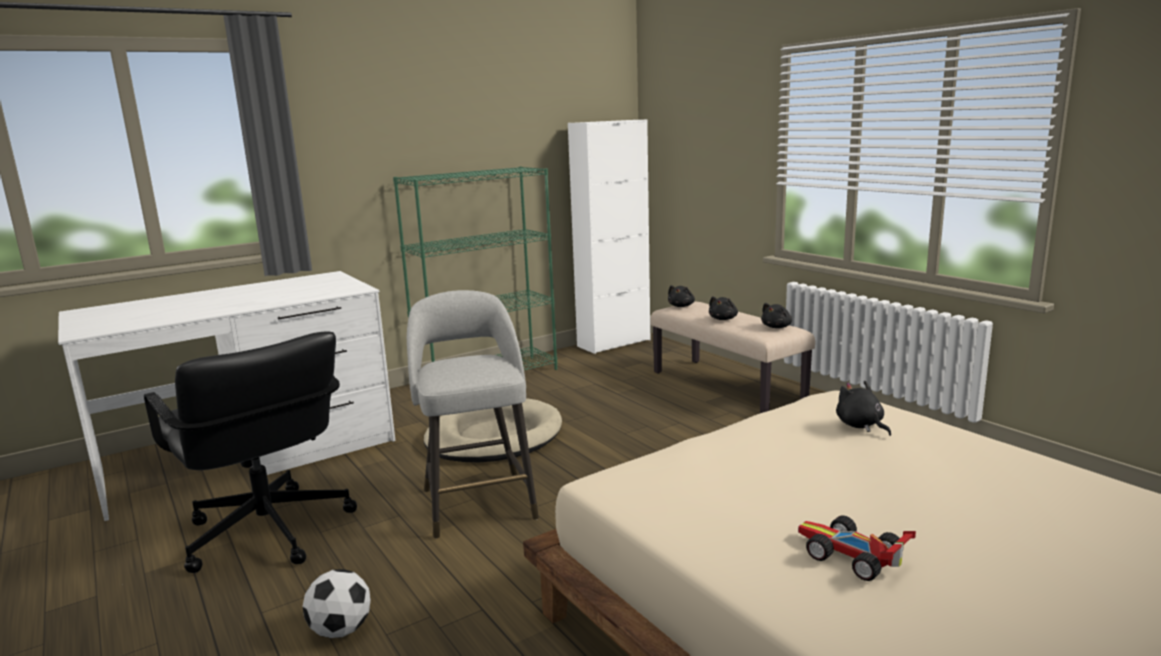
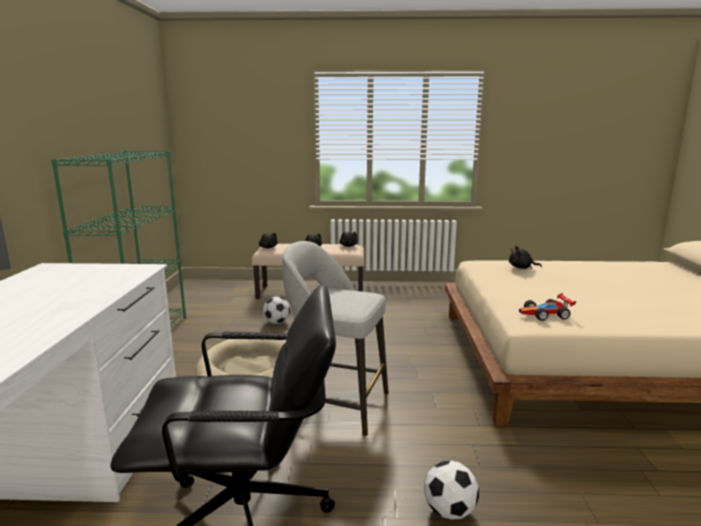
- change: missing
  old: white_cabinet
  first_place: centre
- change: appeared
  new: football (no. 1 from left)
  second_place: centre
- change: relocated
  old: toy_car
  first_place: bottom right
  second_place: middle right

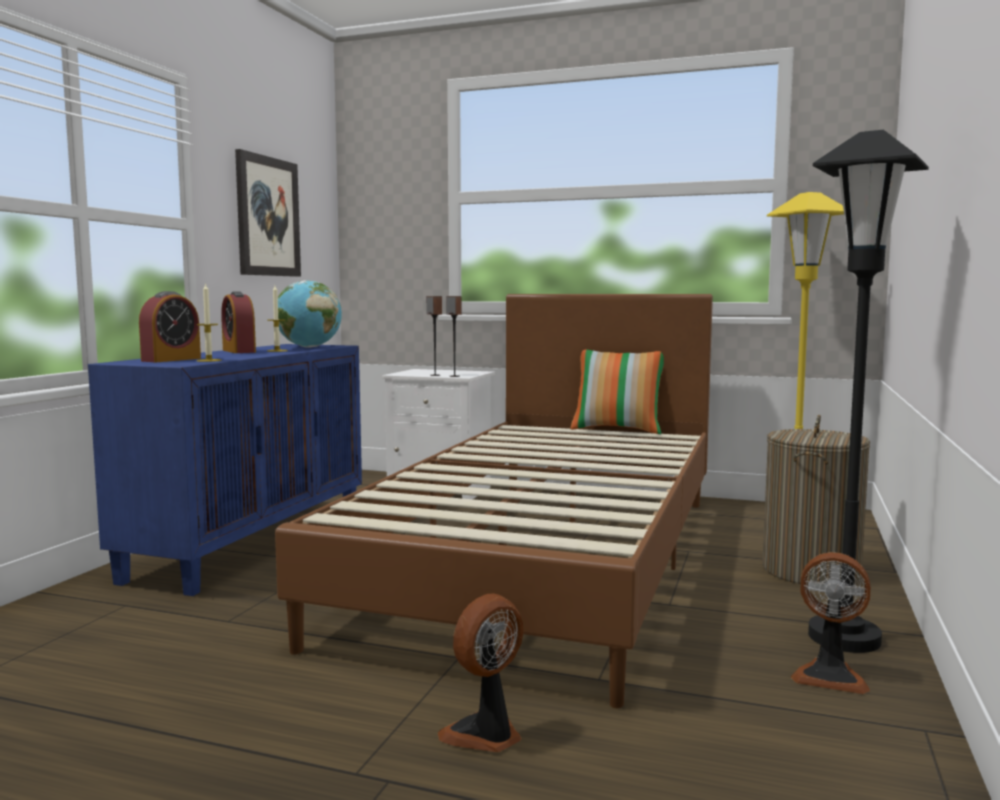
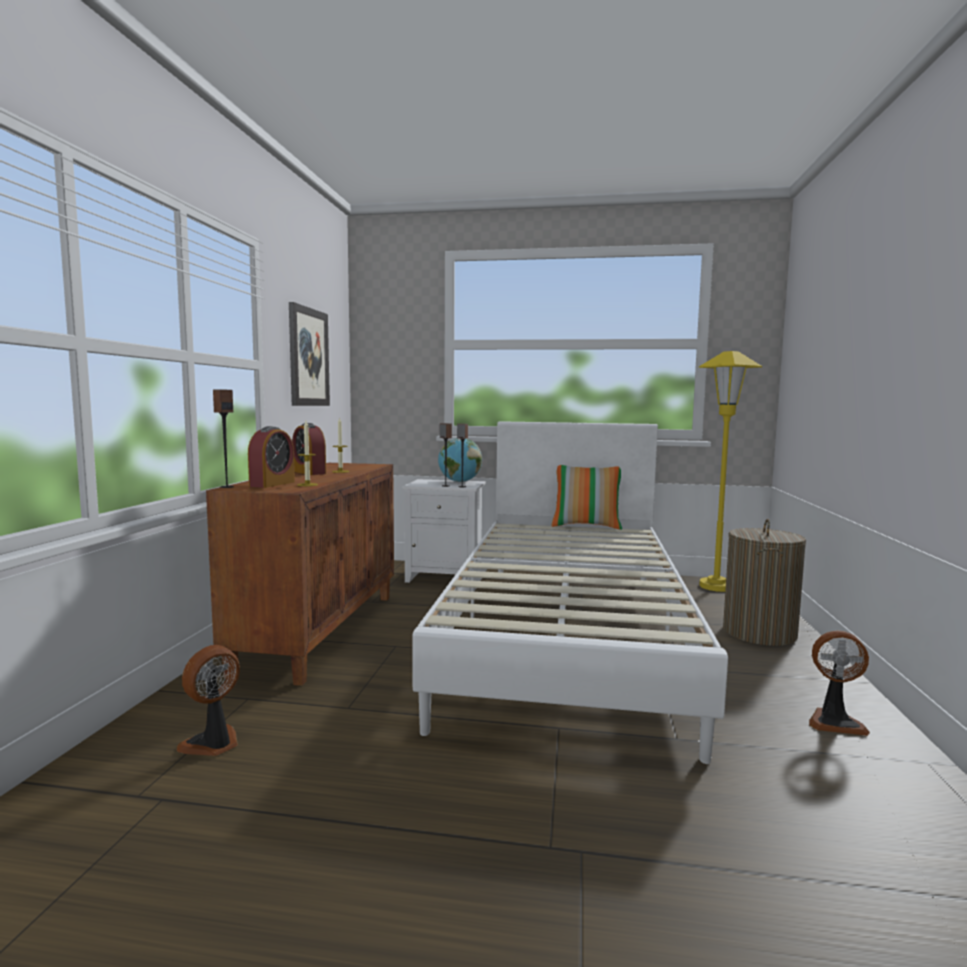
- change: missing
  old: black_floor_lamp
  first_place: middle right
- change: appeared
  new: speaker (no. 1 from left)
  second_place: middle left
- change: relocated
  old: globe
  first_place: middle left
  second_place: centre
- change: relocated
  old: fan (no. 1 from left)
  first_place: bottom centre
  second_place: bottom left
- change: colour
  old: blue_cabinet
  new: brown_cabinet
  first_place: middle left
  second_place: middle left
- change: colour
  old: brown_bed
  new: white_bed
  first_place: centre
  second_place: centre

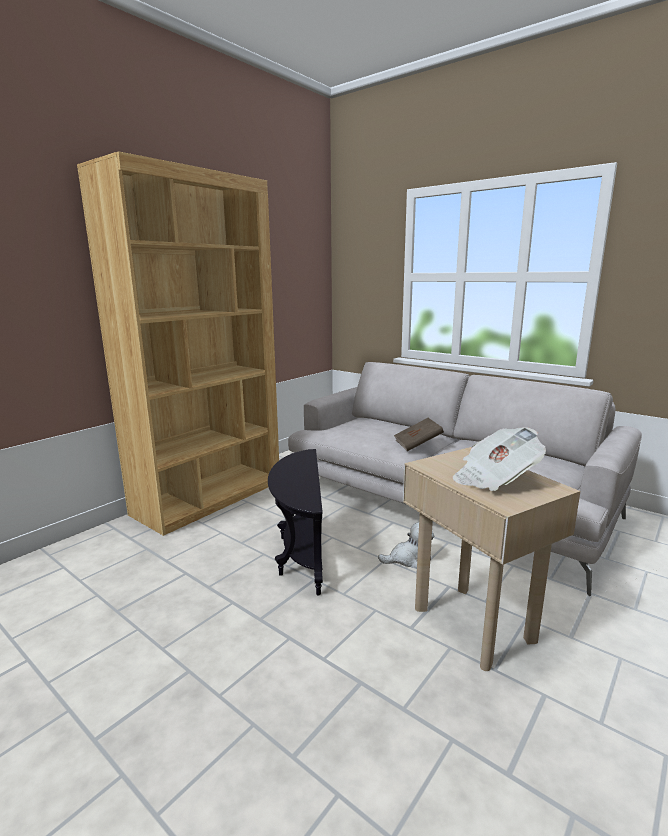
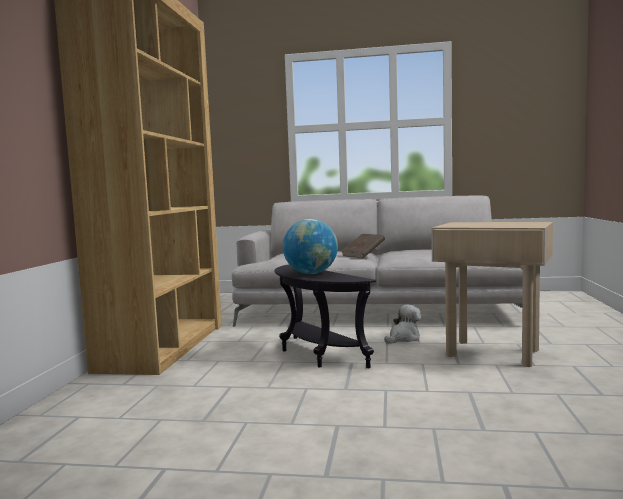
- change: missing
  old: newspaper
  first_place: middle right
- change: appeared
  new: globe
  second_place: centre

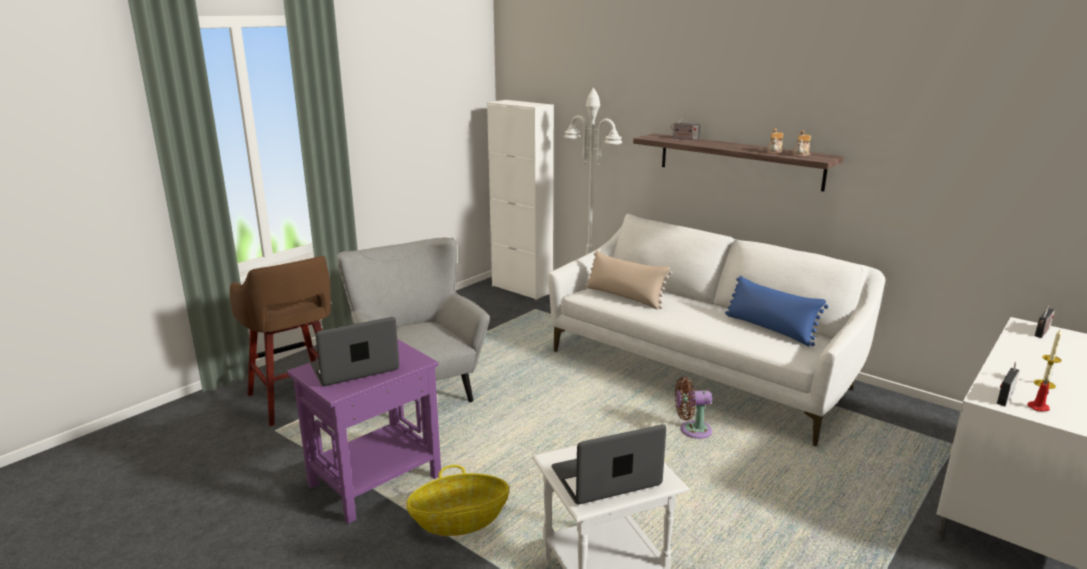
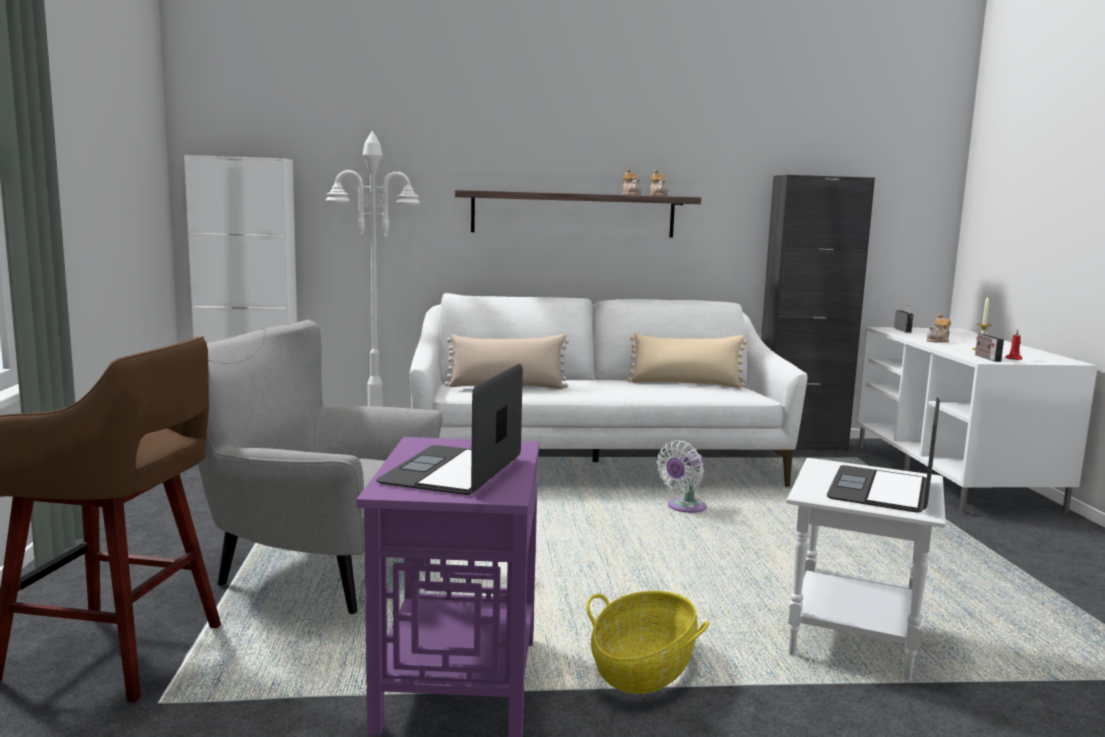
- change: missing
  old: radio (no. 1 from left)
  first_place: top centre
- change: appeared
  new: black_cabinet
  second_place: middle right
- change: appeared
  new: teapot (no. 3 from left)
  second_place: middle right
- change: colour
  old: brown_fan
  new: white_fan
  first_place: bottom centre
  second_place: centre
- change: colour
  old: blue_pillow
  new: beige_pillow (no. 2 from left)
  first_place: middle right
  second_place: centre

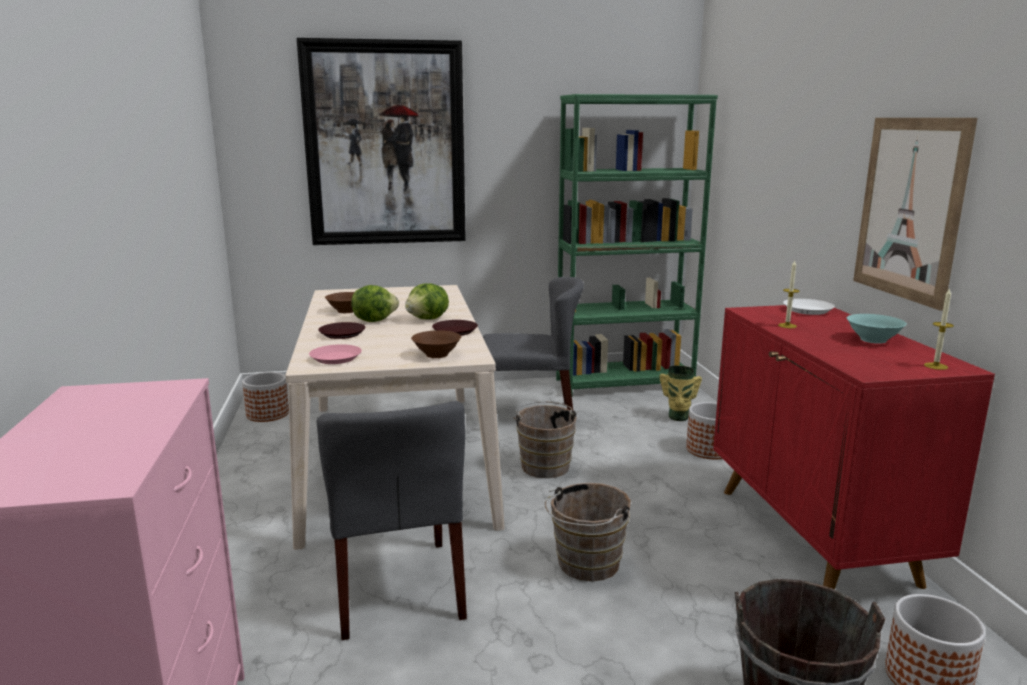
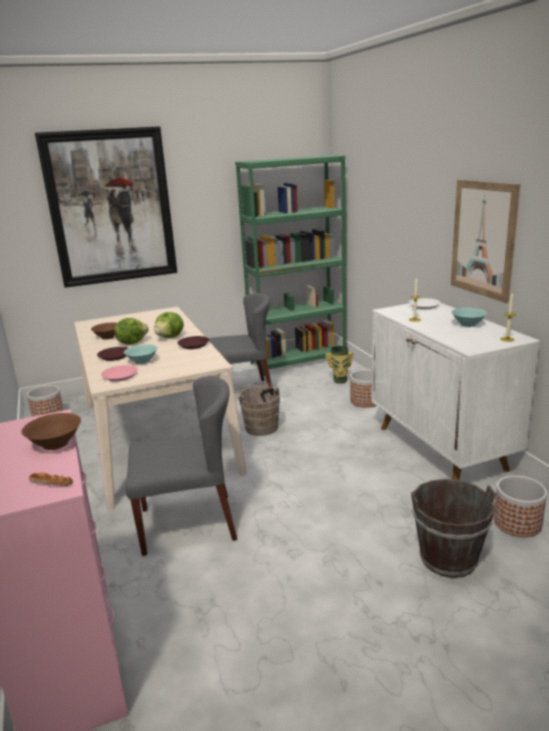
- change: missing
  old: brown_bucket (no. 2 from left)
  first_place: bottom centre
- change: appeared
  new: bread
  second_place: middle left
- change: appeared
  new: turquoise_bowl (no. 1 from left)
  second_place: middle left
- change: relocated
  old: brown_bowl (no. 2 from left in the first image)
  new: brown_bowl (no. 1 from left)
  first_place: centre
  second_place: middle left
- change: colour
  old: red_cabinet
  new: white_cabinet
  first_place: middle right
  second_place: middle right
- change: spun
  old: grey_chair (no. 1 from left)
  first_place: bottom centre
  second_place: middle left
  degrees: -75

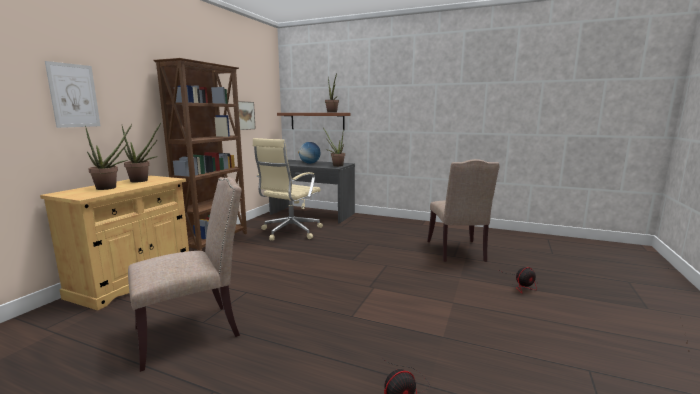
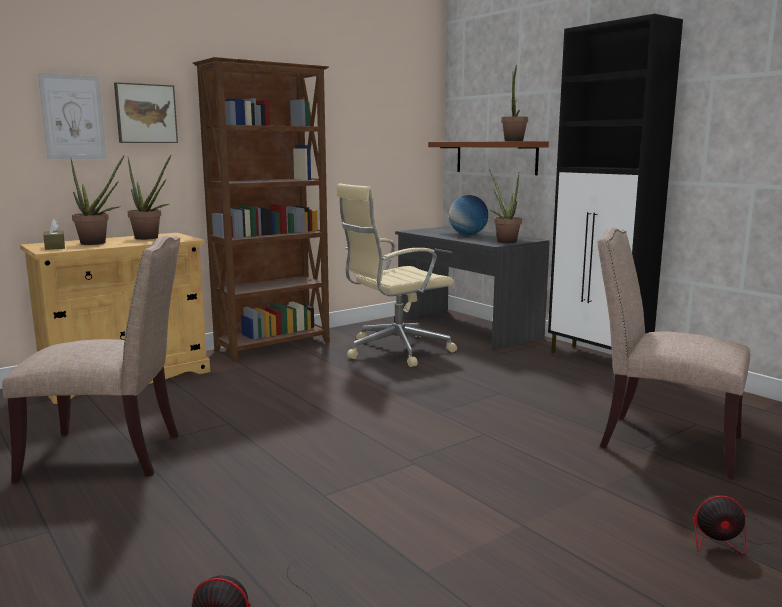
- change: appeared
  new: brown_tissue_box
  second_place: middle left
- change: appeared
  new: black_cabinet
  second_place: top right
- change: relocated
  old: picture (no. 2 from left)
  first_place: top centre
  second_place: top left
- change: spun
  old: beige_chair (no. 2 from left)
  first_place: centre
  second_place: middle right
  degrees: 90

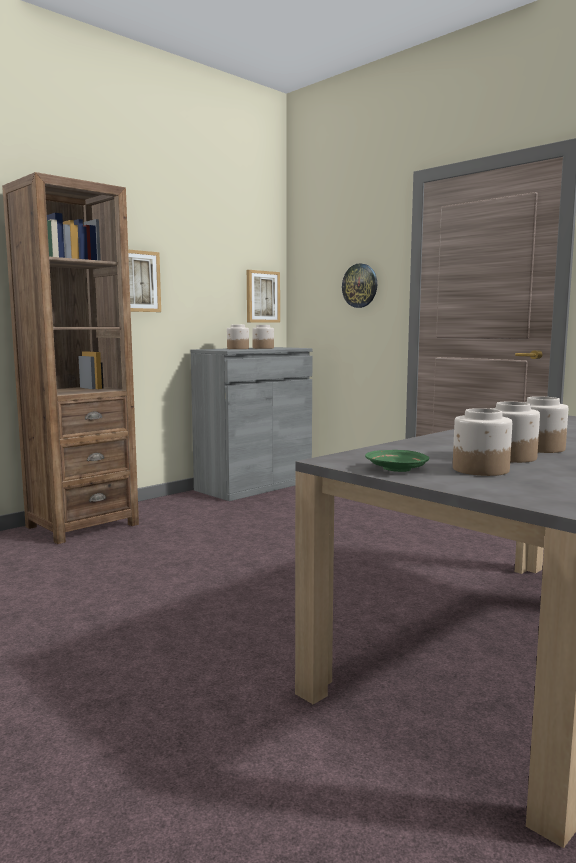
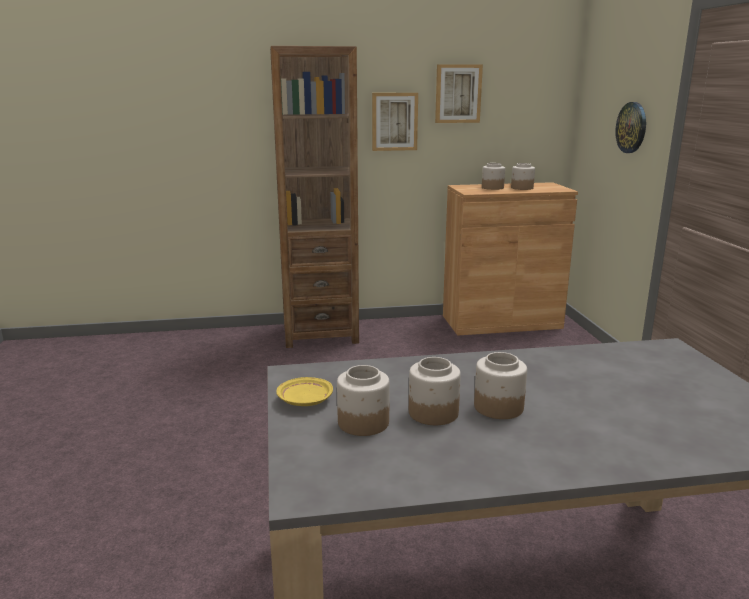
- change: relocated
  old: picture (no. 2 from left)
  first_place: centre
  second_place: top centre
- change: colour
  old: grey_cabinet
  new: brown_cabinet
  first_place: centre
  second_place: middle right
- change: colour
  old: green_plate
  new: yellow_plate
  first_place: middle right
  second_place: centre

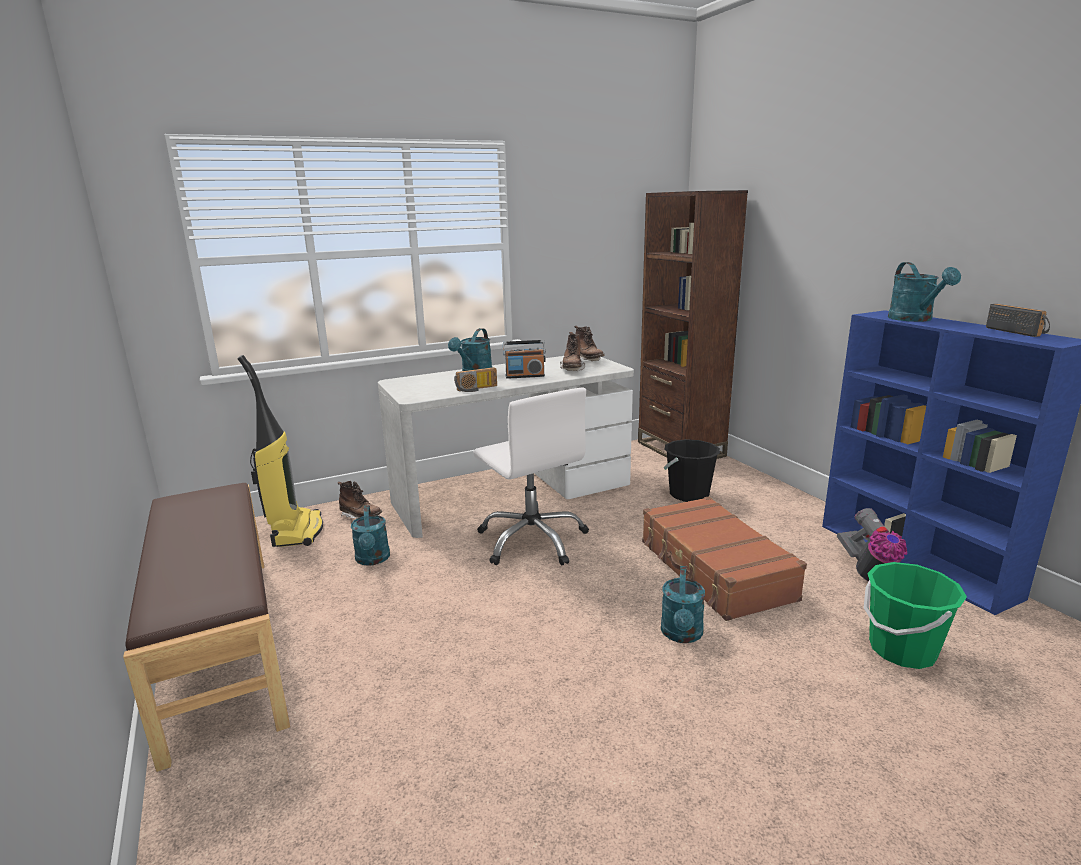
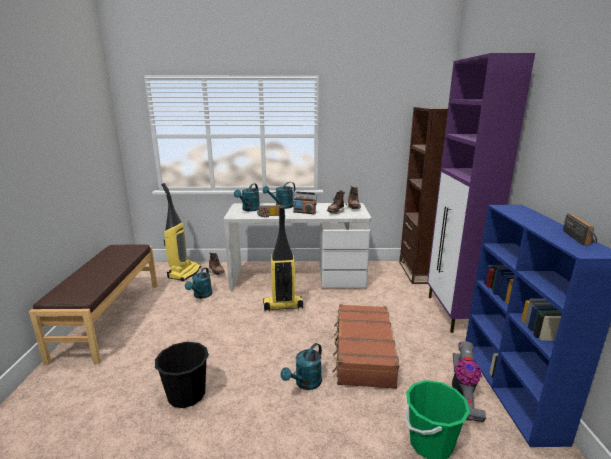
- change: appeared
  new: purple_cabinet
  second_place: middle right
- change: relocated
  old: black_bucket
  first_place: centre
  second_place: bottom left
- change: relocated
  old: turquoise_watering_can (no. 4 from left in the first image)
  new: turquoise_watering_can (no. 2 from left)
  first_place: middle right
  second_place: centre
- change: exchanged
  old: white_office_chair
  new: vacuum_cleaner (no. 2 from left)
  first_place: centre
  second_place: centre

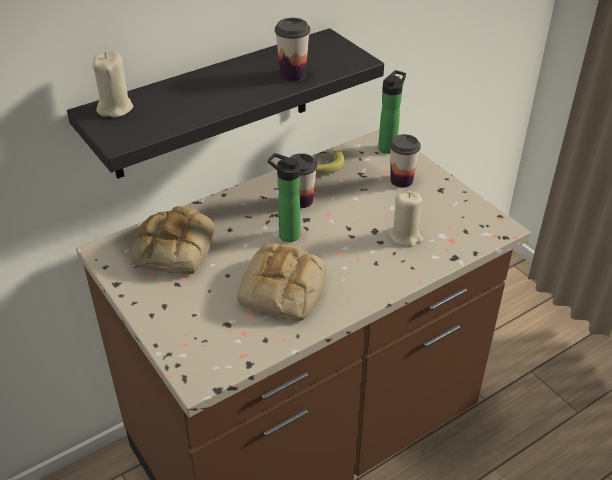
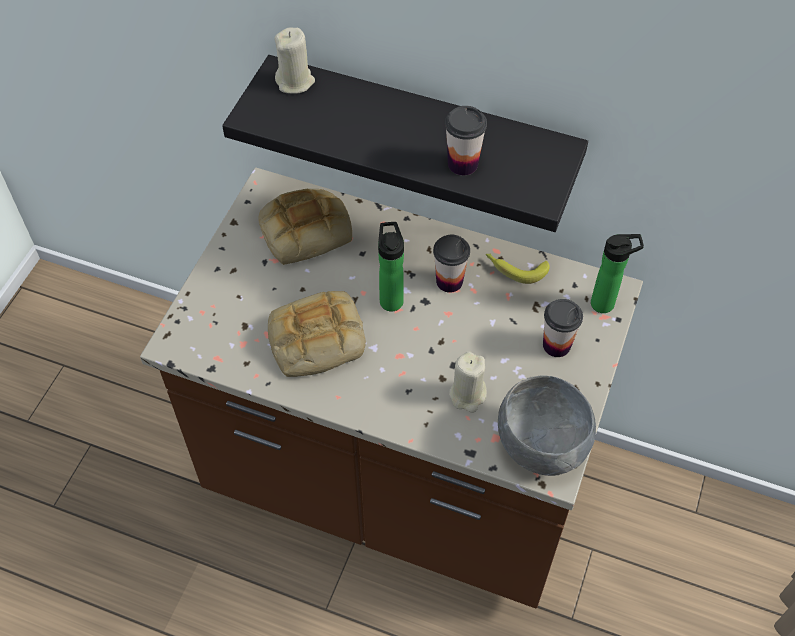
- change: appeared
  new: grey_bowl
  second_place: bottom right

